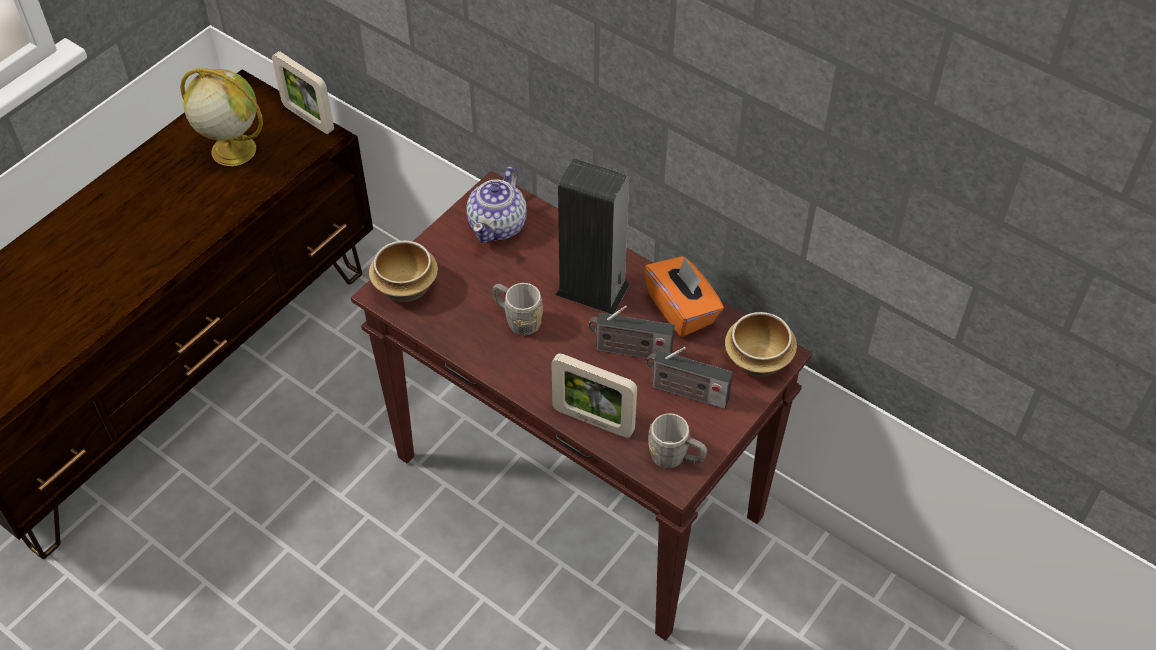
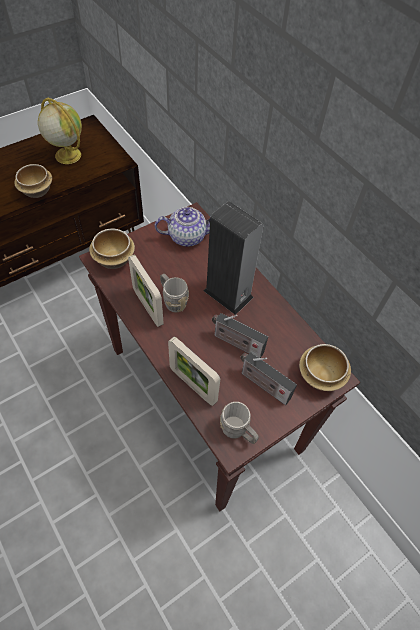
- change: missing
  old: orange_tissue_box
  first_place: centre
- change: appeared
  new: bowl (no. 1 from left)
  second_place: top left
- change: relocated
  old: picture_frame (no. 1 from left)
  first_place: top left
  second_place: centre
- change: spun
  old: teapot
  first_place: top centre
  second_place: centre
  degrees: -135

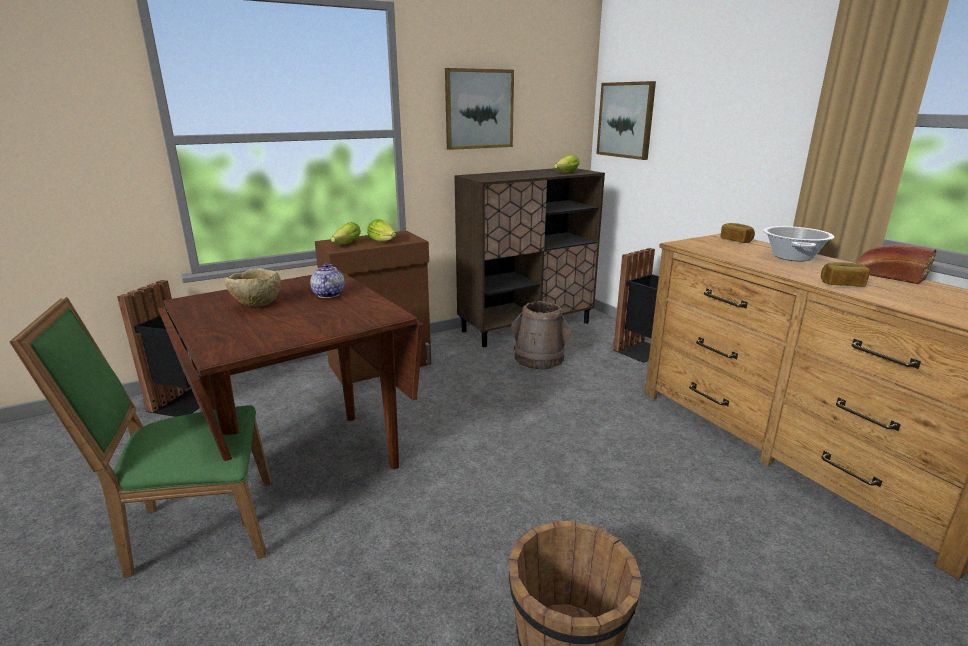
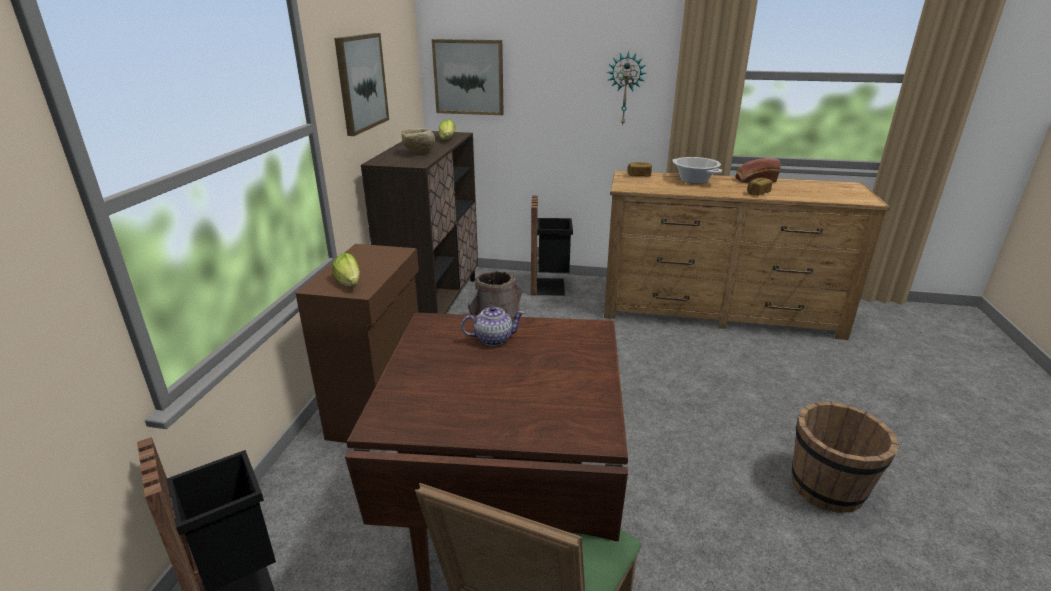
- change: missing
  old: lettuce (no. 2 from left)
  first_place: centre
- change: appeared
  new: wall_clock
  second_place: top centre
- change: relocated
  old: beige_bowl
  first_place: middle left
  second_place: top centre
- change: spun
  old: teapot
  first_place: centre
  second_place: centre
  degrees: 135

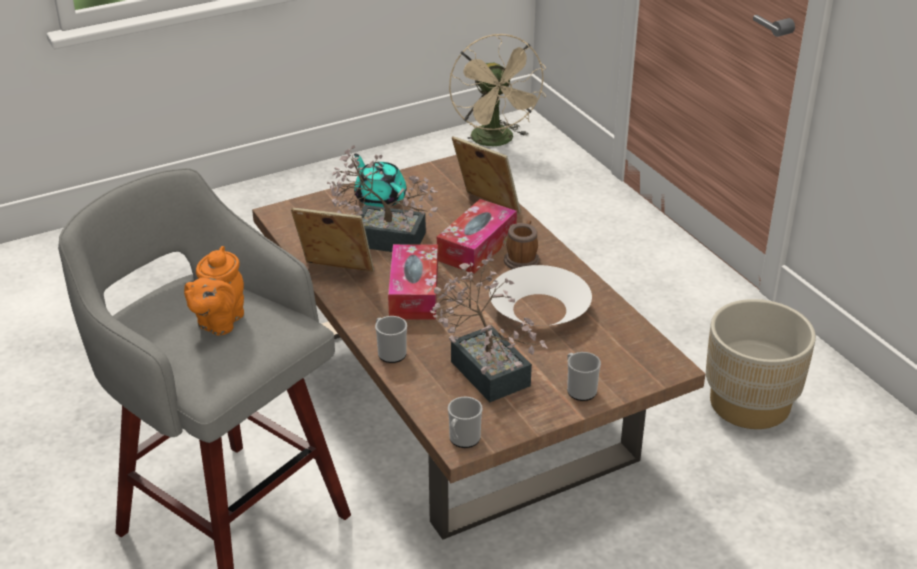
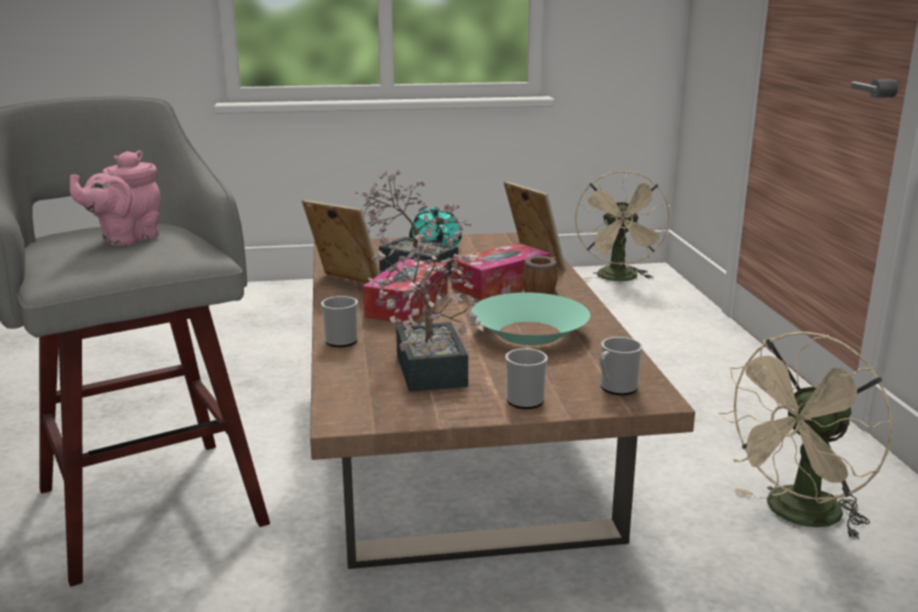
- change: relocated
  old: mug (no. 2 from left in the first image)
  new: mug (no. 4 from left)
  first_place: bottom centre
  second_place: middle right
- change: exchanged
  old: beige_planter
  new: beige_fan (no. 2 from left)
  first_place: middle right
  second_place: bottom right
- change: colour
  old: orange_teapot
  new: pink_teapot
  first_place: middle left
  second_place: top left
- change: colour
  old: white_bowl
  new: turquoise_bowl
  first_place: centre
  second_place: centre

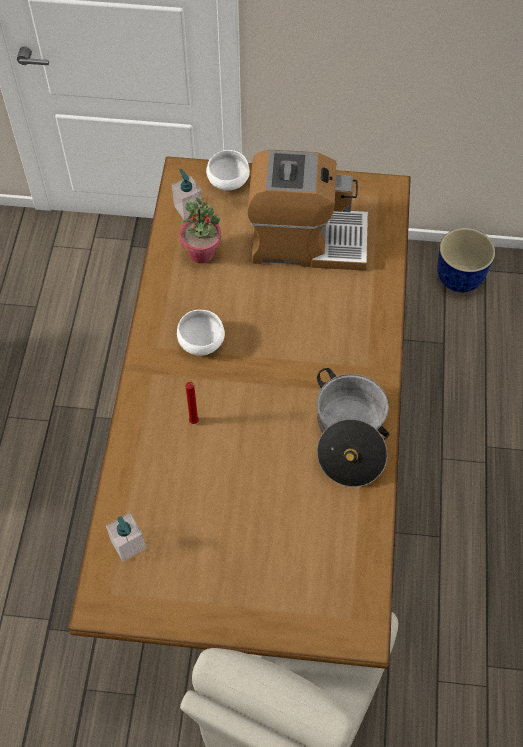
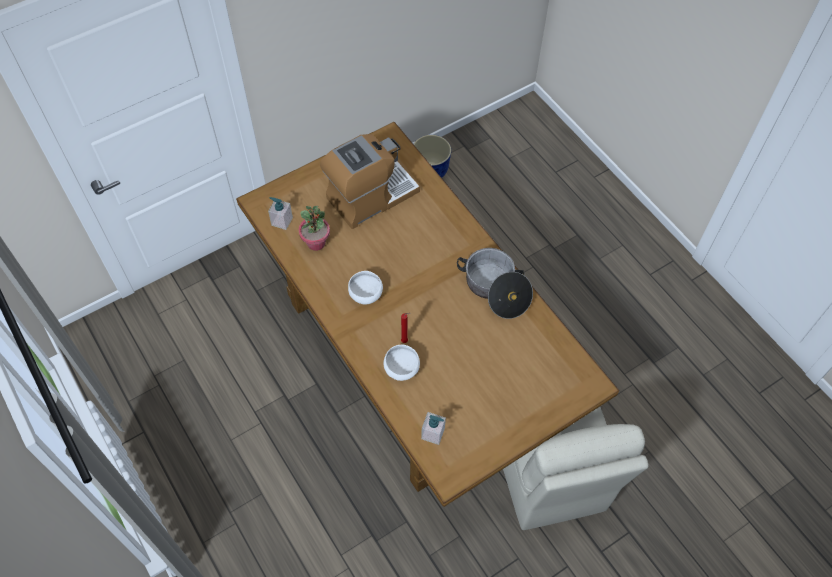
- change: relocated
  old: white_bowl (no. 2 from left)
  first_place: top centre
  second_place: centre

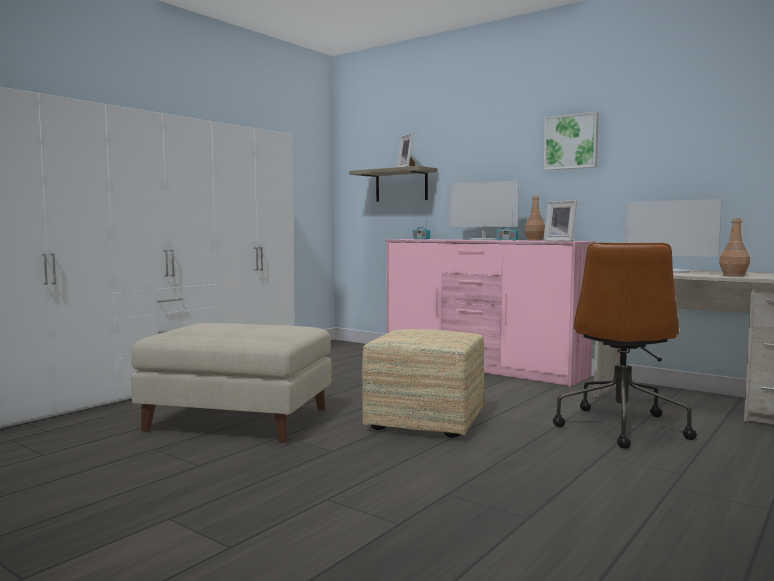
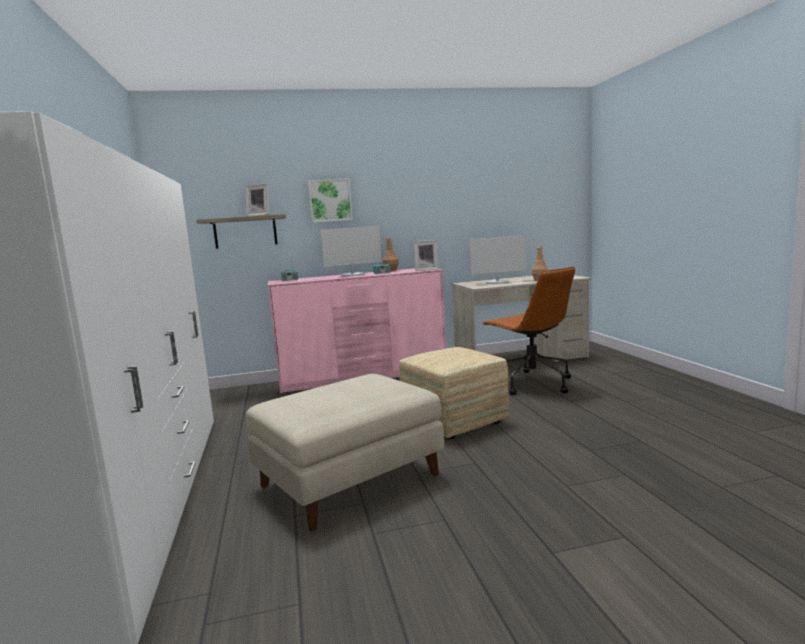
- change: relocated
  old: picture
  first_place: top right
  second_place: top centre

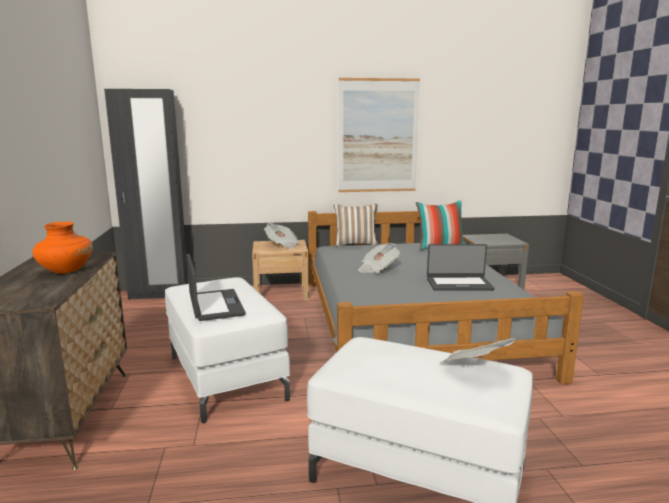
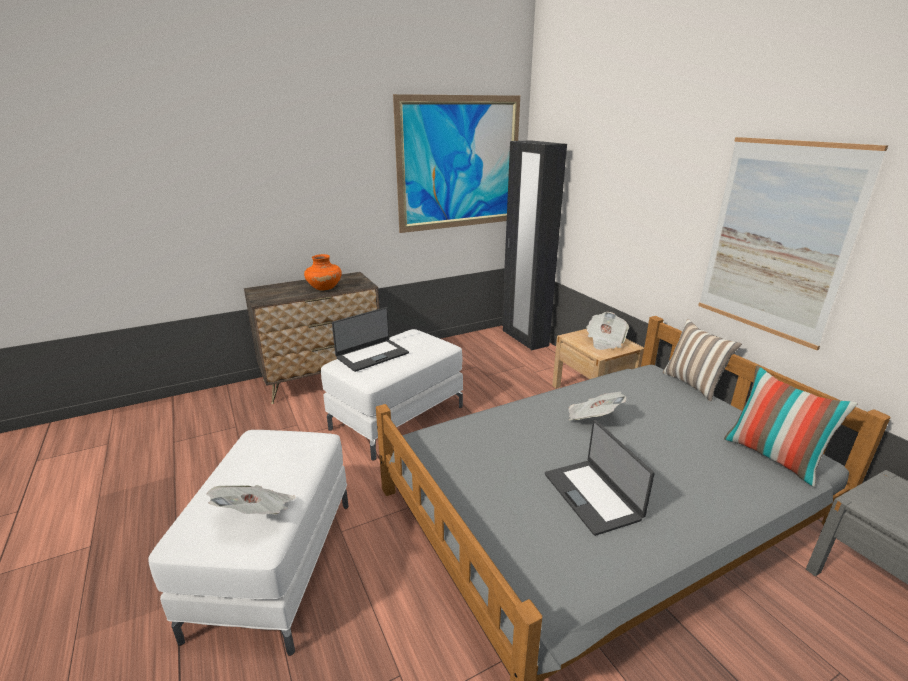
- change: appeared
  new: picture (no. 1 from left)
  second_place: top centre

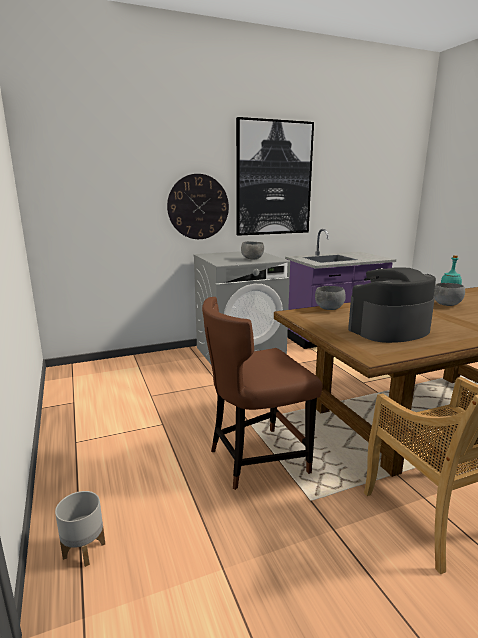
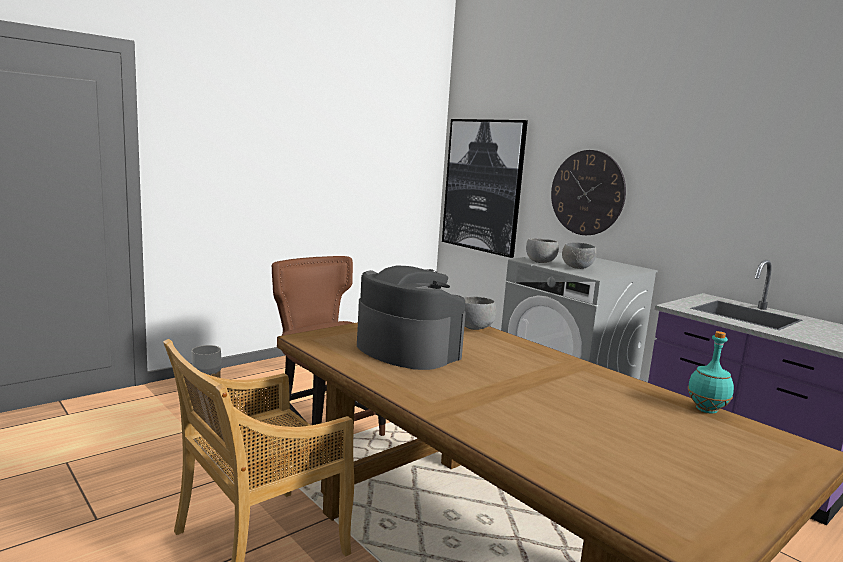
- change: relocated
  old: picture
  first_place: top centre
  second_place: centre
- change: relocated
  old: grey_bowl (no. 3 from left in the first image)
  new: grey_bowl (no. 2 from left)
  first_place: middle right
  second_place: centre

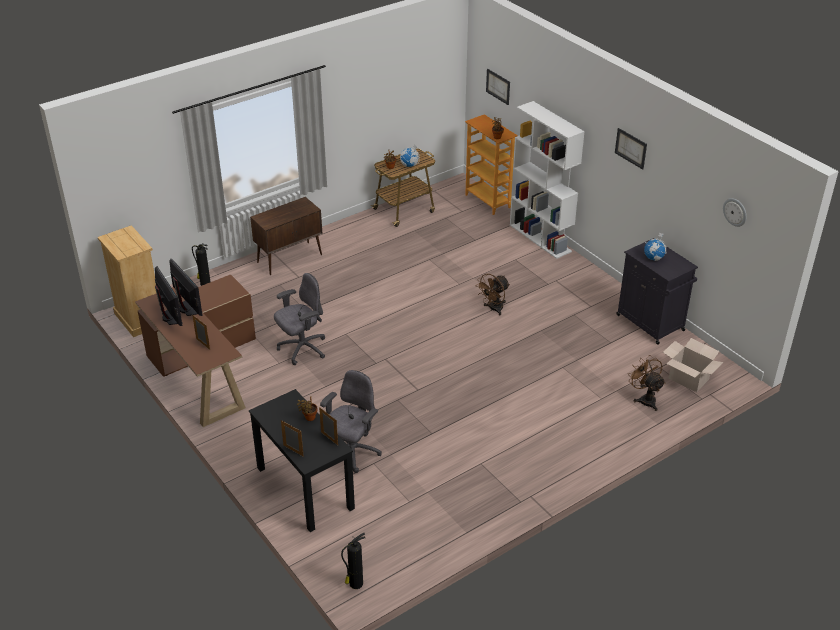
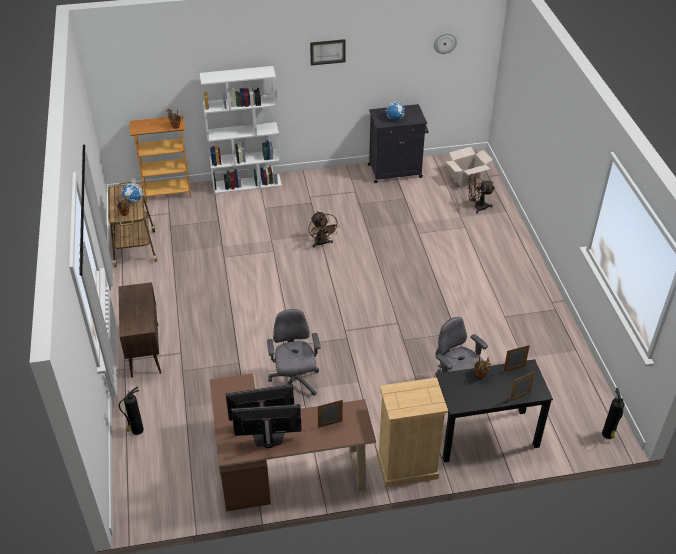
- change: missing
  old: picture (no. 1 from left)
  first_place: top centre
- change: relocated
  old: beige_dresser
  first_place: middle left
  second_place: bottom centre

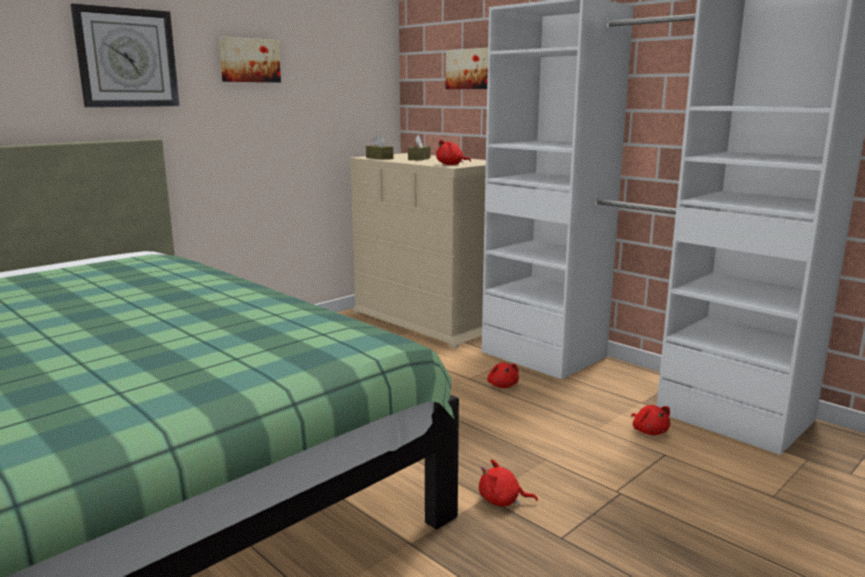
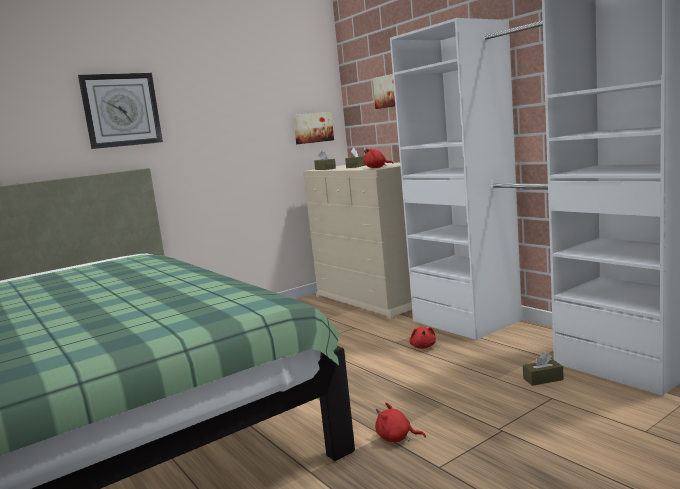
- change: relocated
  old: picture (no. 1 from left)
  first_place: top left
  second_place: top centre
- change: exchanged
  old: red_plush_toy (no. 4 from left)
  new: brown_tissue_box (no. 3 from left)
  first_place: bottom right
  second_place: bottom right

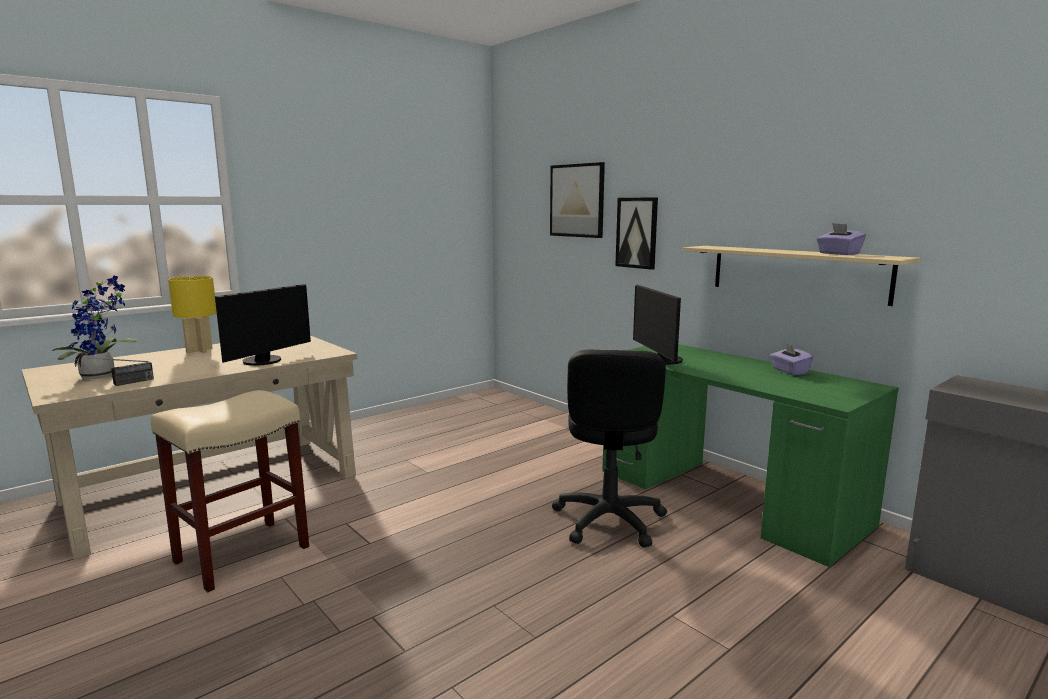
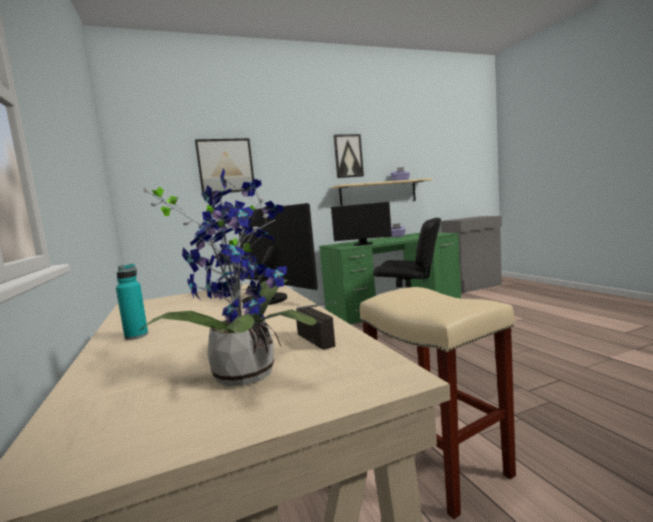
- change: relocated
  old: picture (no. 2 from left)
  first_place: centre
  second_place: top centre
- change: exchanged
  old: yellow_table_lamp
  new: turquoise_bottle
  first_place: middle left
  second_place: middle left

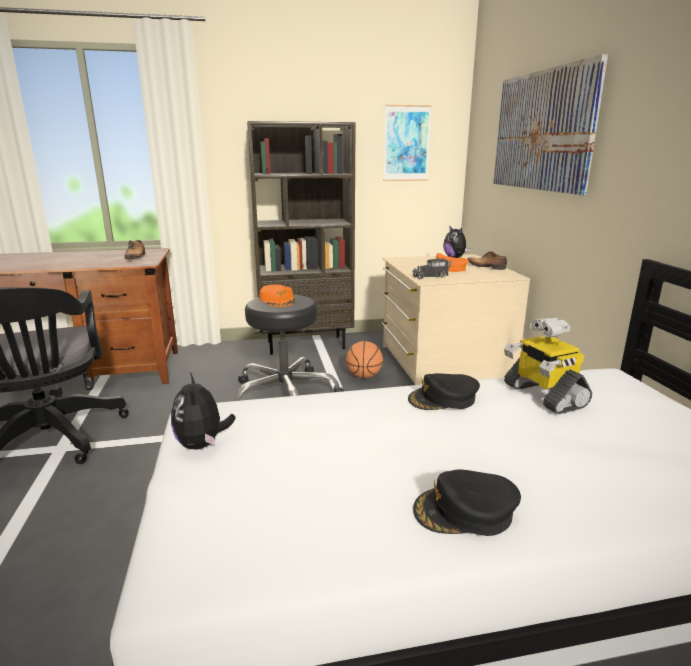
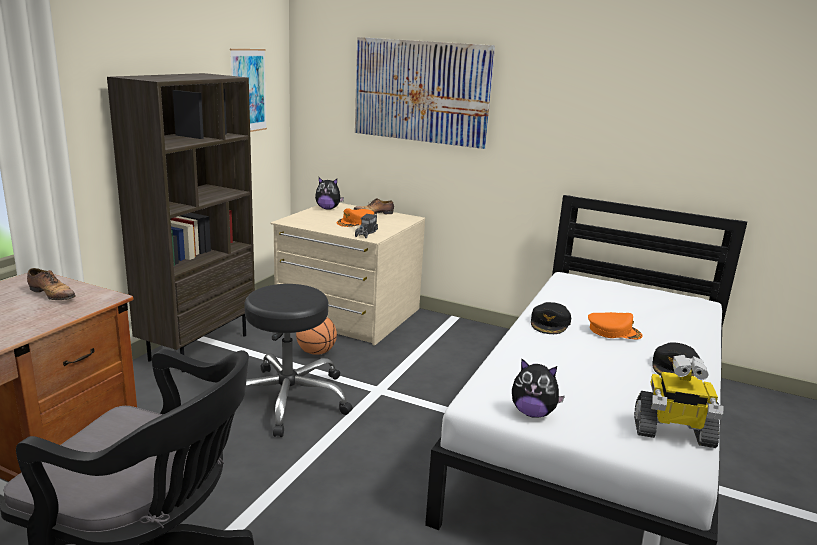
- change: relocated
  old: orange_cap (no. 1 from left in the first image)
  new: orange_cap (no. 2 from left)
  first_place: centre
  second_place: middle right
- change: relocated
  old: toy_robot
  first_place: middle right
  second_place: bottom right

